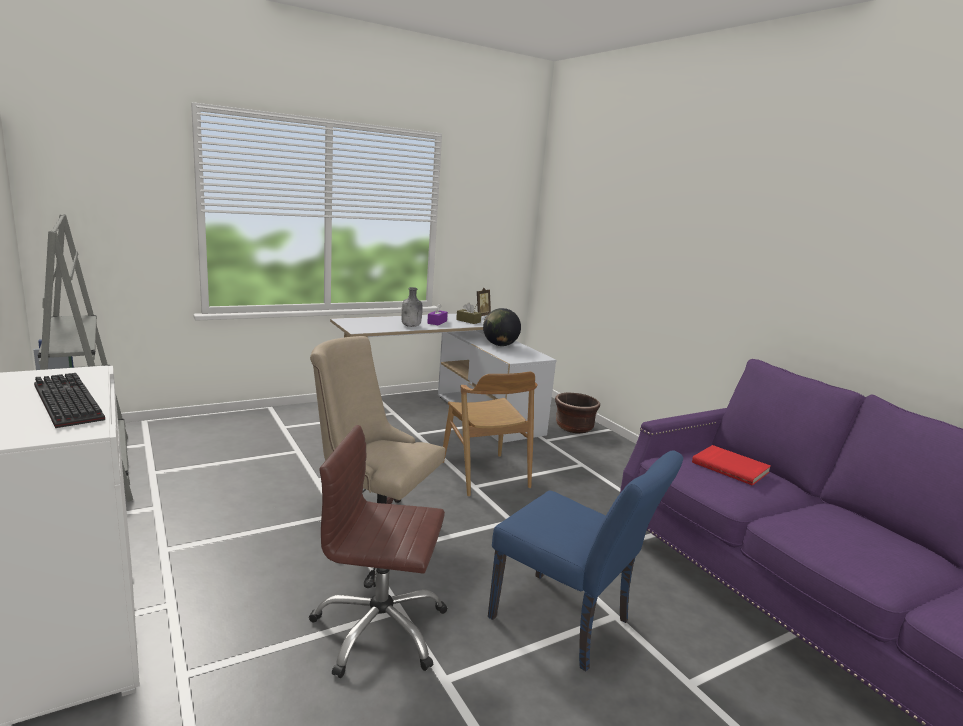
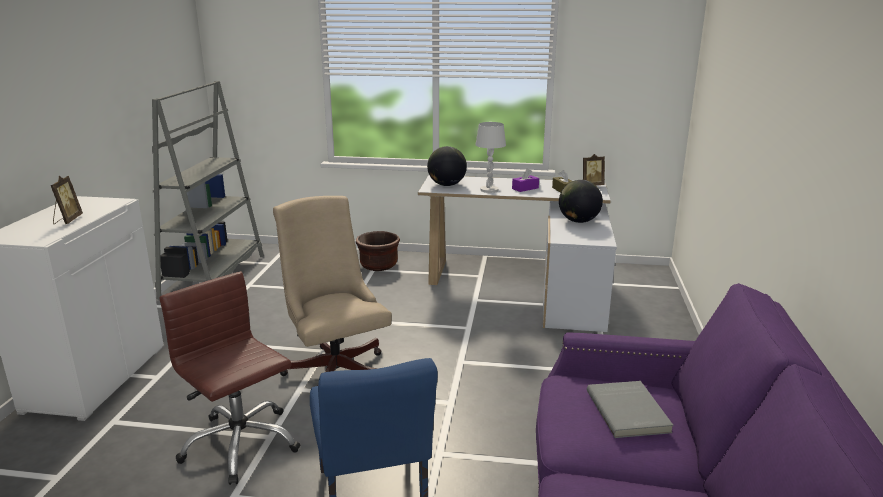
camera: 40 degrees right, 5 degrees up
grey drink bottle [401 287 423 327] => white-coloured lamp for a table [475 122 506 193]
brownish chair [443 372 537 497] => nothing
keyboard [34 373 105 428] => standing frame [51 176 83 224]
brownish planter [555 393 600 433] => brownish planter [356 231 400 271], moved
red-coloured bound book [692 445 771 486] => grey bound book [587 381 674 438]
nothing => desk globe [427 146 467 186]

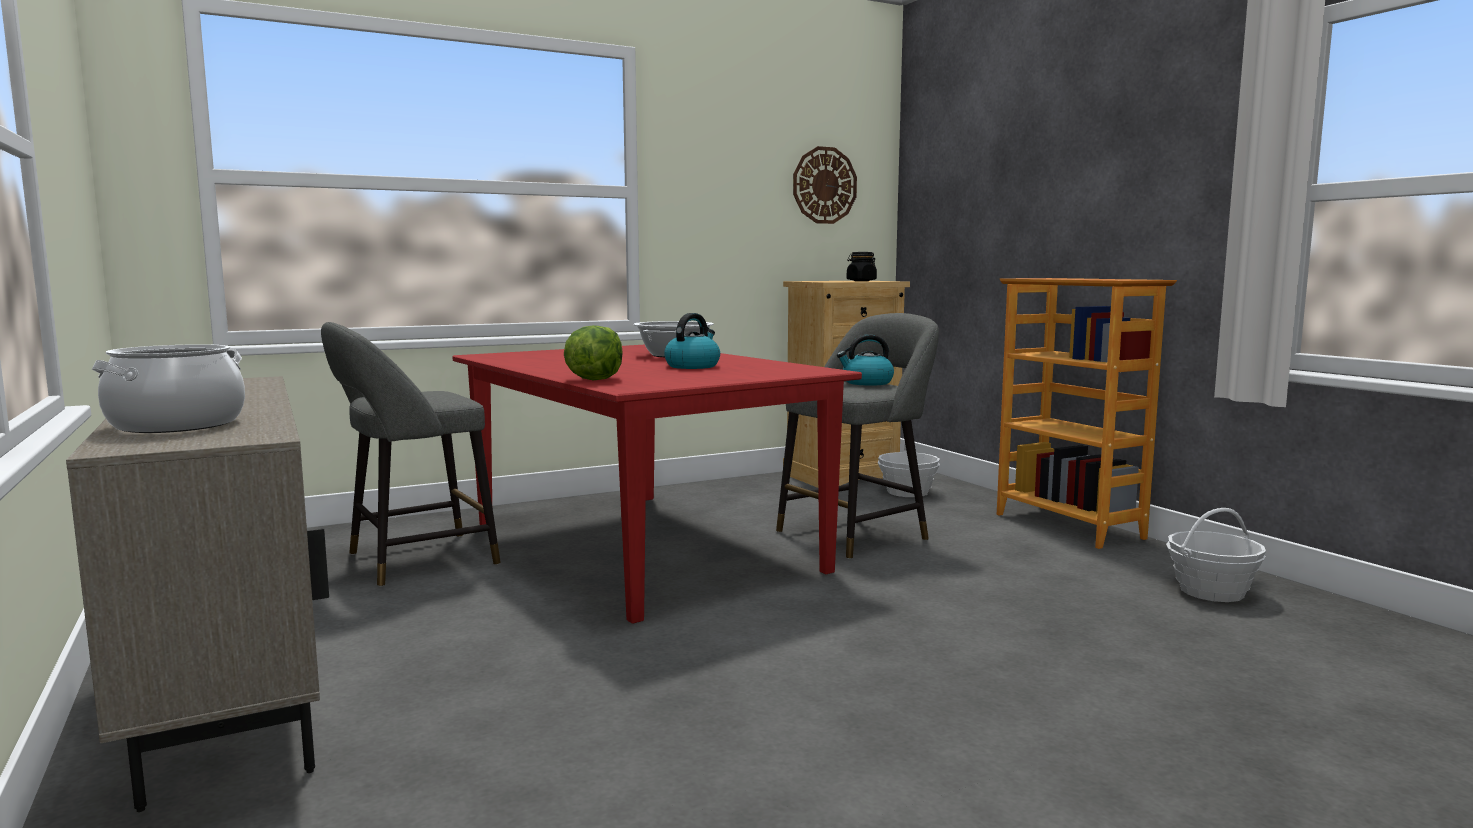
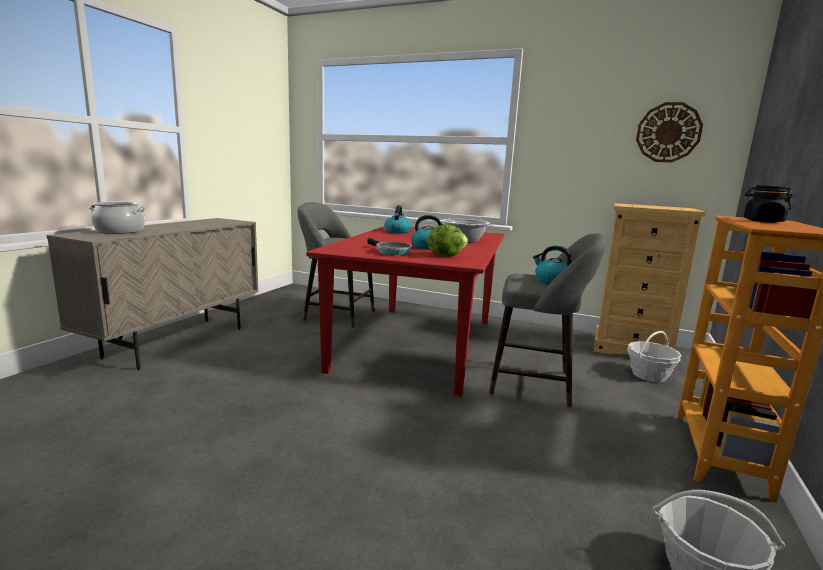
camera: 50 degrees right, 5 degrees up
black jar [847 252 877 281] => black jar [744 185 793 223], moved
lettuce head [564 325 623 380] => lettuce head [427 225 468 257], moved
nothing => kettle [384 205 412 233]
nothing => pan [367 238 412 256]

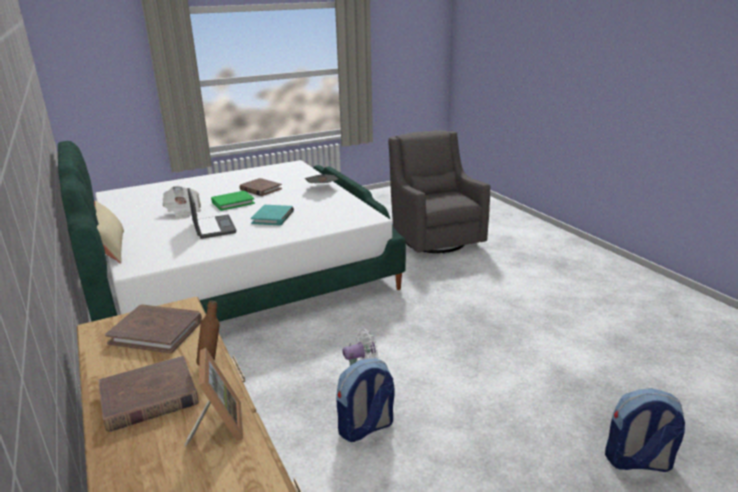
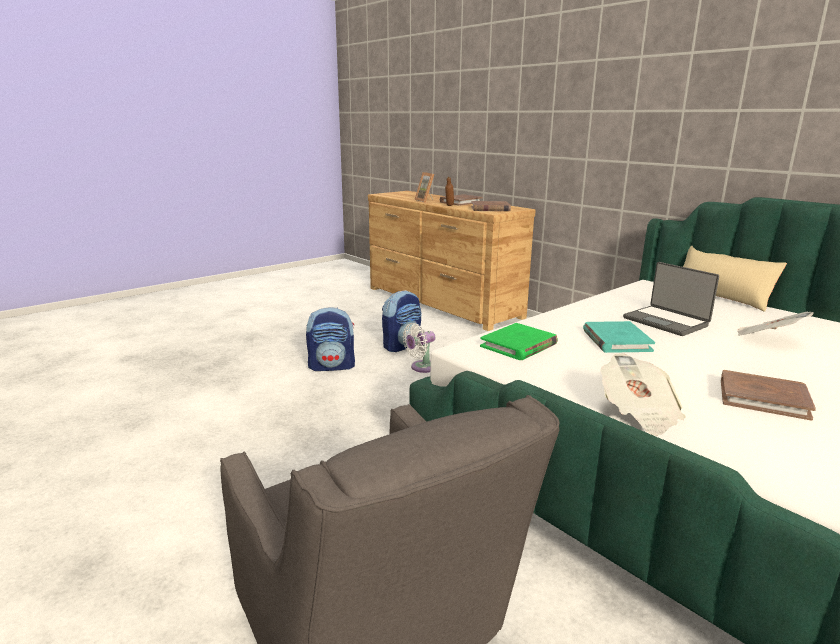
camera: 165 degrees right, 5 degrees down
green-coloured bound book [211 191 255 211] => green-coloured bound book [480 323 558 360], moved
backpack [605 388 685 472] => backpack [306 307 355 371], moved

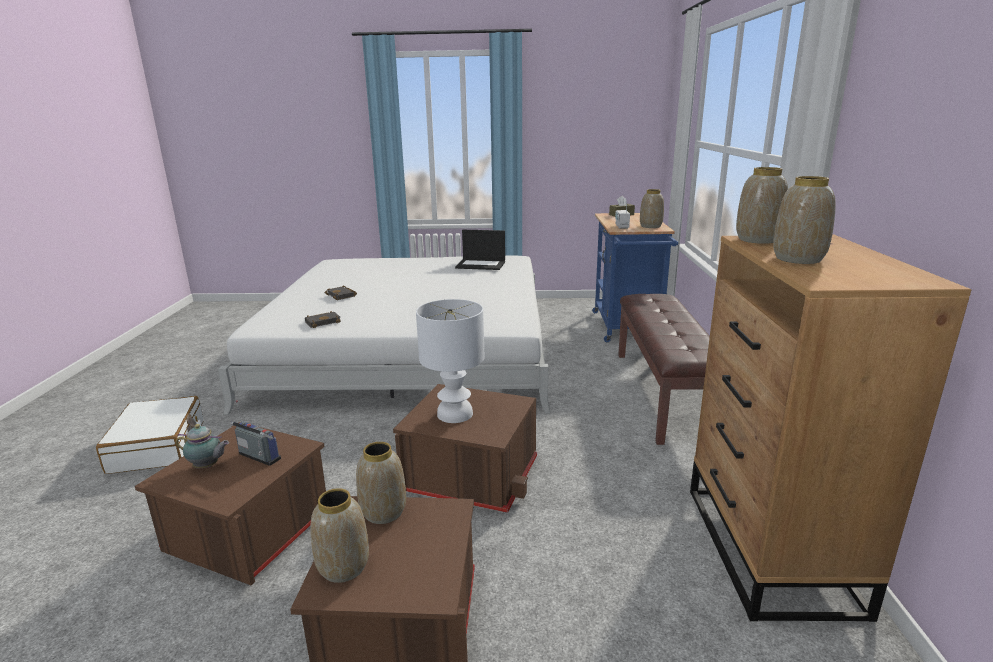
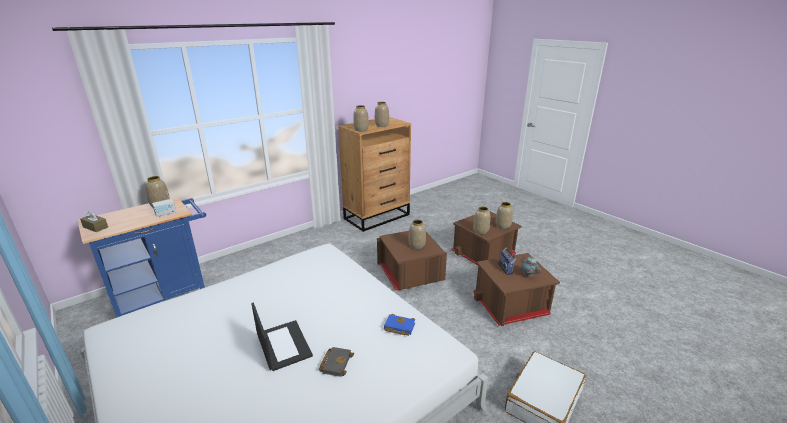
camera: 130 degrees left, 5 degrees up
portable computer [455 230 505 270] => portable computer [251 302 313 371], moved
brownish long seat [618 294 710 445] => nothing
white-coloured lamp for a table [416 299 484 423] => flower vase [409 220 426 249]
black bound book [305 311 341 328] => blue-coloured bound book [384 314 415 336]

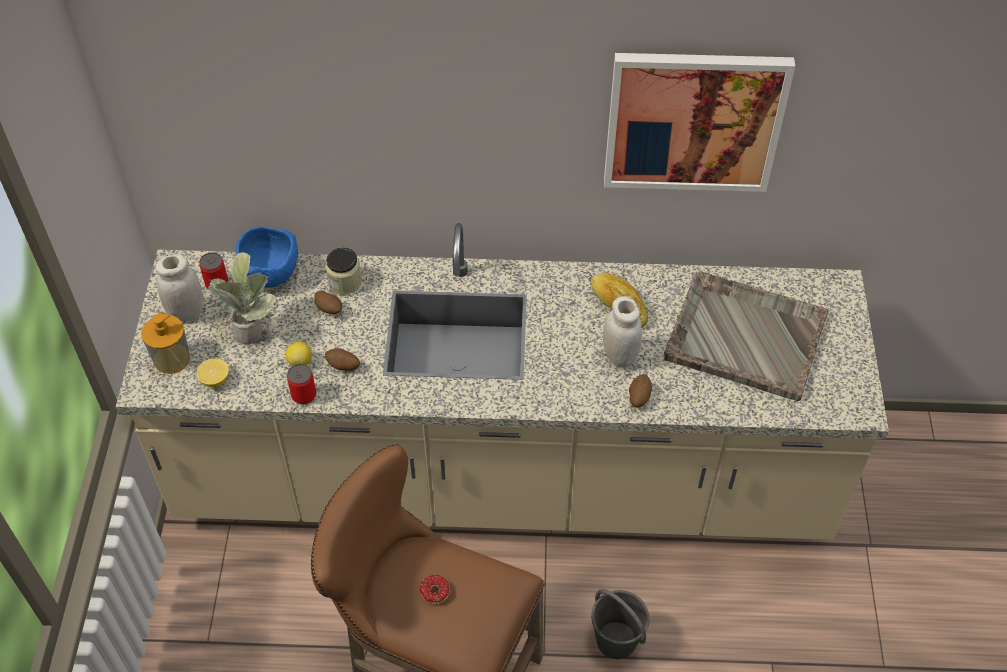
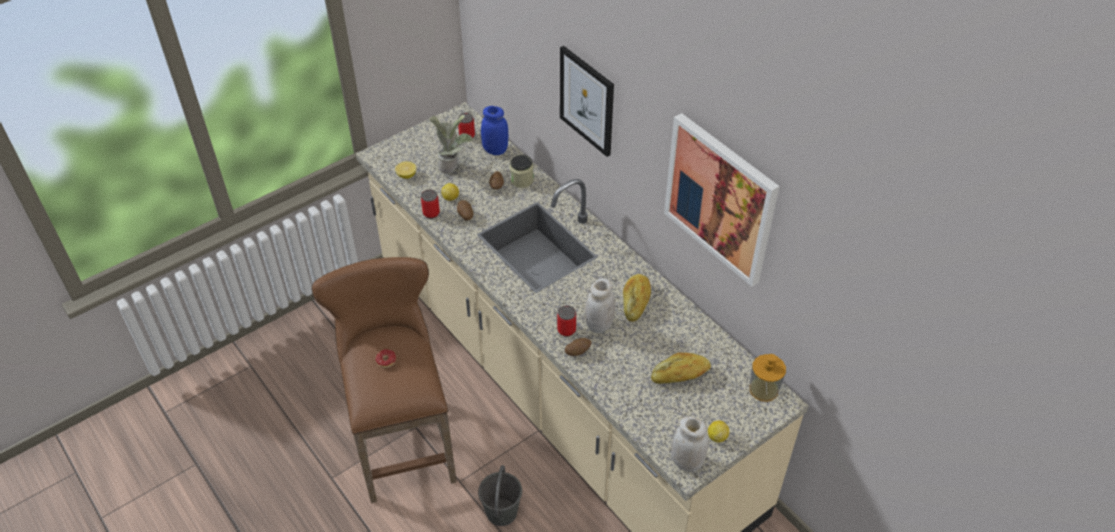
camera: 50 degrees right, 5 degrees down
blue-coloured deep dish [235 227 298 288] => blue-coloured jar [481 106 509 155]
white-coloured jar [156 254 204 321] => white-coloured jar [671 416 709 472], moved
grey carrying tray [664 271 829 401] => baked bread [651 353 711 384]
soap dispenser [141 313 190 374] => soap dispenser [749 354 786 402], moved
nothing => wall art [560 46 614 157]
nothing => sealed can [557 305 576 337]
nothing => citrus fruit [708 420 729 442]

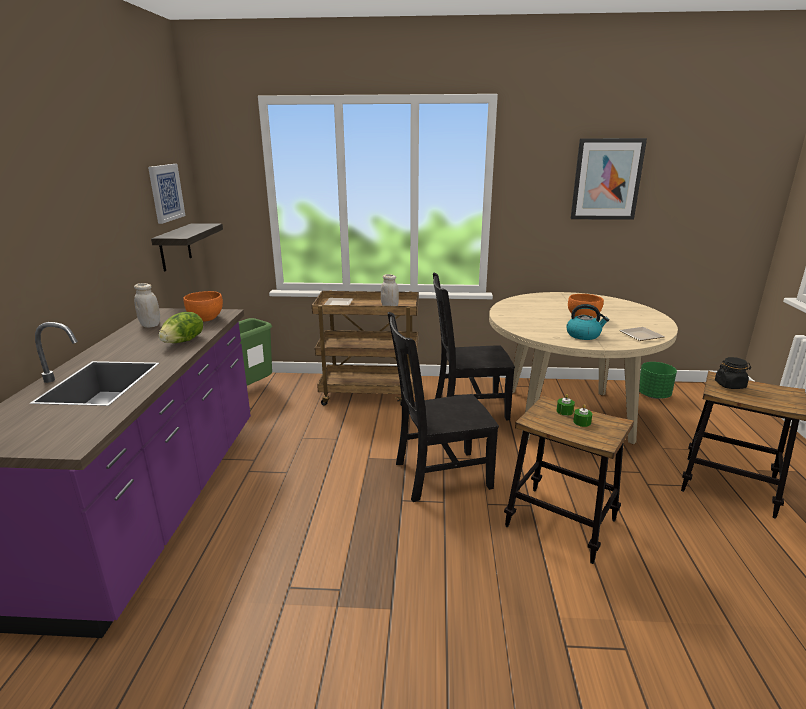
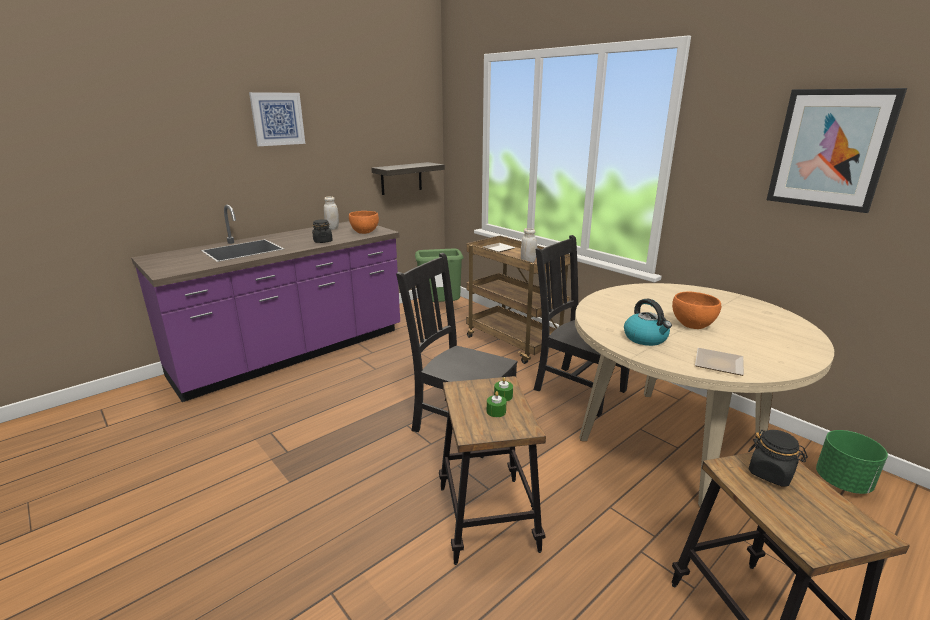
camera: 45 degrees right, 0 degrees up
wall art [148 164 186 224] => wall art [249 92 305 146], moved
lettuce head [159 312 203 343] => black jar [312 220 333 243]

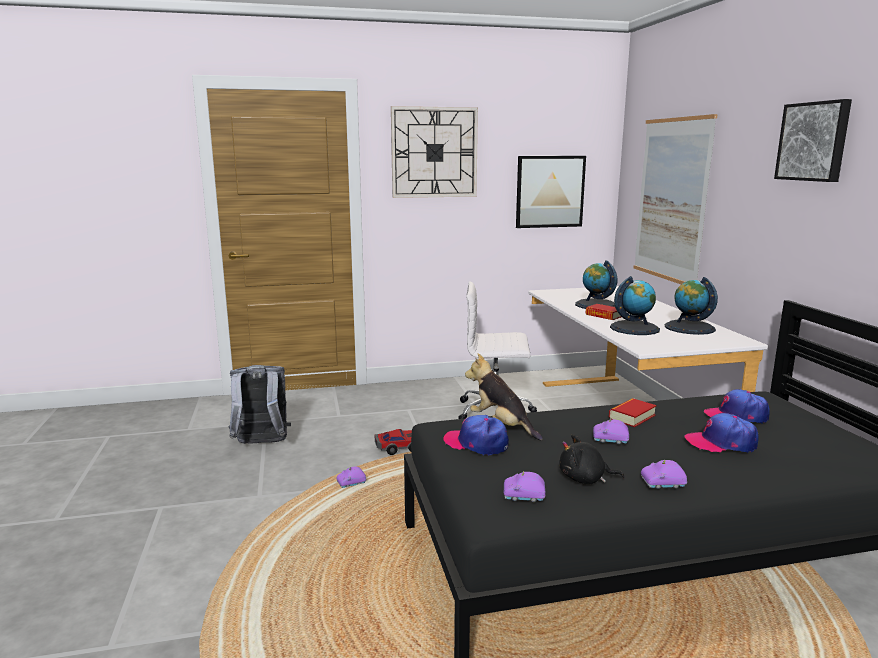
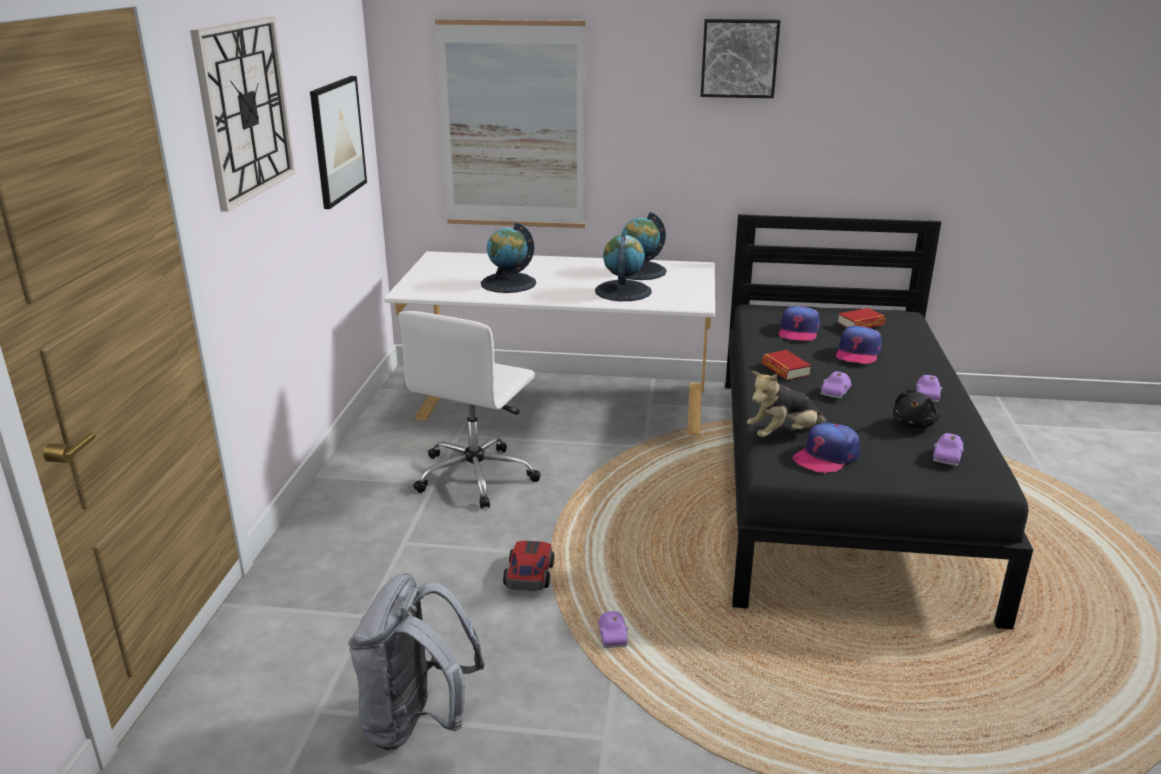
camera: 70 degrees left, 10 degrees up
bound book [585 304 621 320] => bound book [837 308 886 328], moved

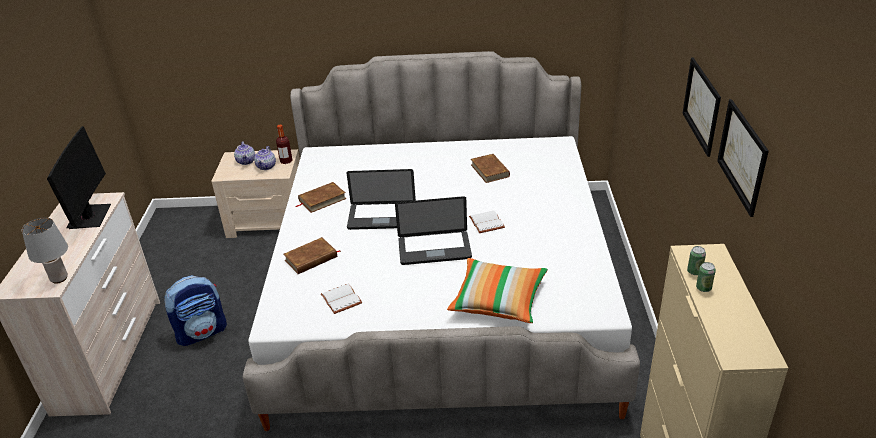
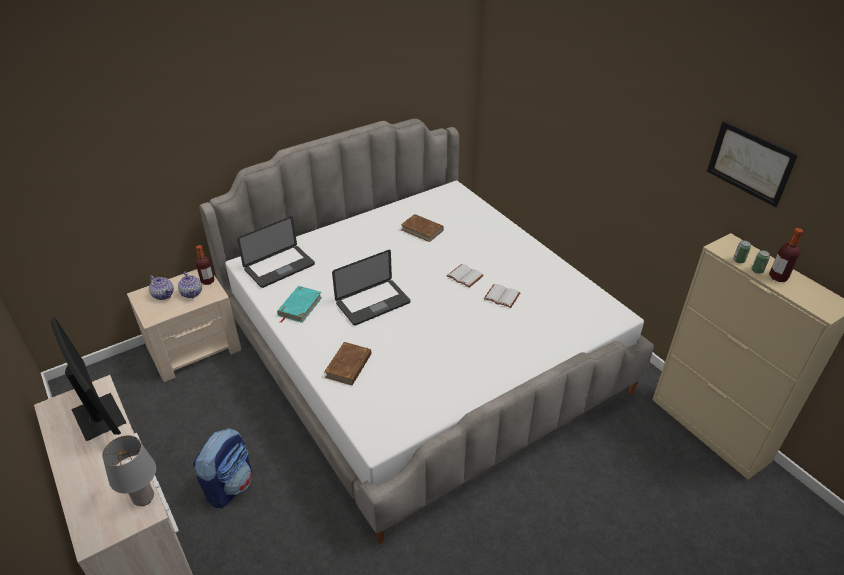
camera: 35 degrees left, 5 degrees up
wall art [682 58 721 157] => nothing
brownish bound book [296 182 346 213] => turquoise bound book [277 286 322 323]
portable computer [395 196 472 265] => portable computer [237 216 315 288], moved
cushion [447 258 548 323] => nothing
white-coloured bound book [321 284 362 314] => white-coloured bound book [484 284 520 308], moved
nothing => drink bottle [769 228 803 282]

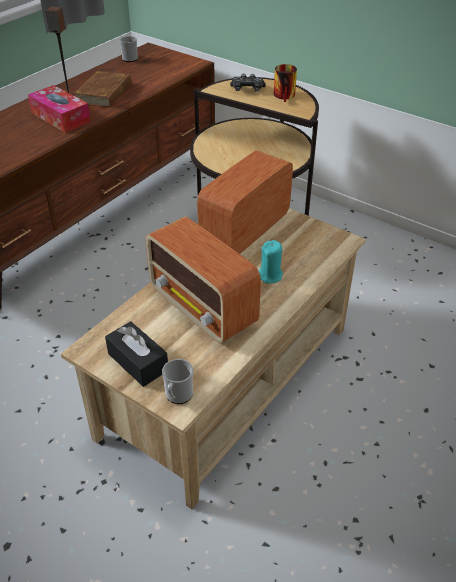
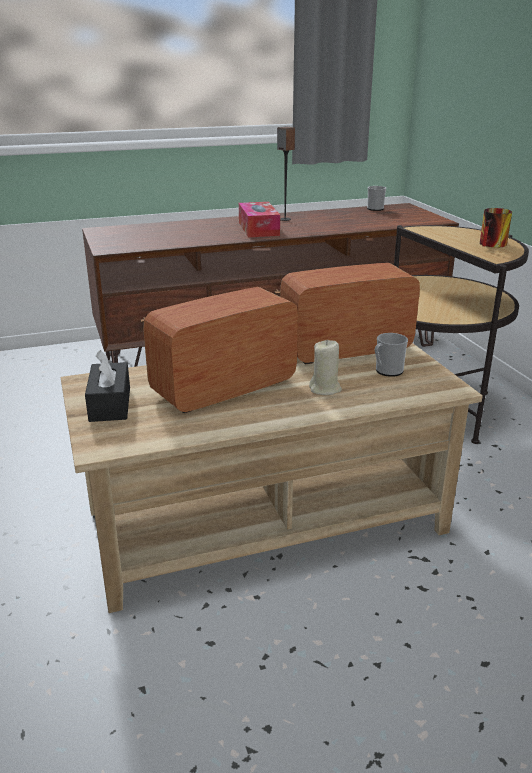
camera: 35 degrees right, 15 degrees down
brownish bound book [74 71 131 107] => nothing
joypad [230 74 266 92] => nothing
radio set [145 217 261 343] => radio set [143 287 298 414], 60 degrees clockwise
turquoise candle [259 240 283 284] => sand-coloured candle [309 340 342 395]
mug [162 359 193 404] => mug [375 333 408 377], moved

